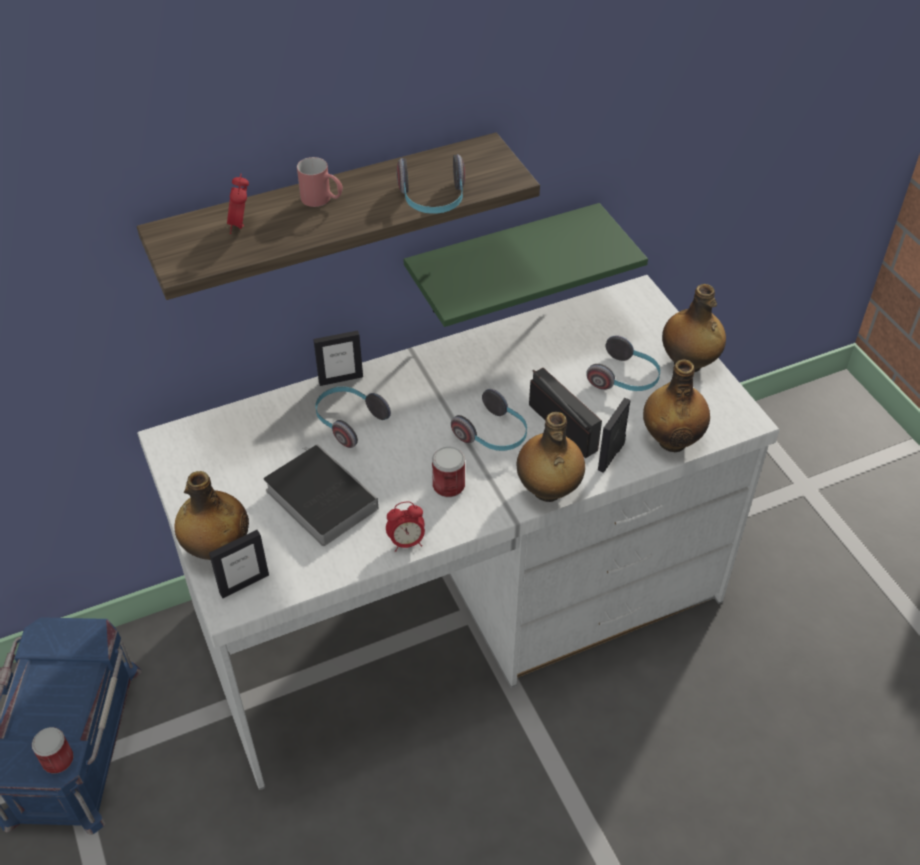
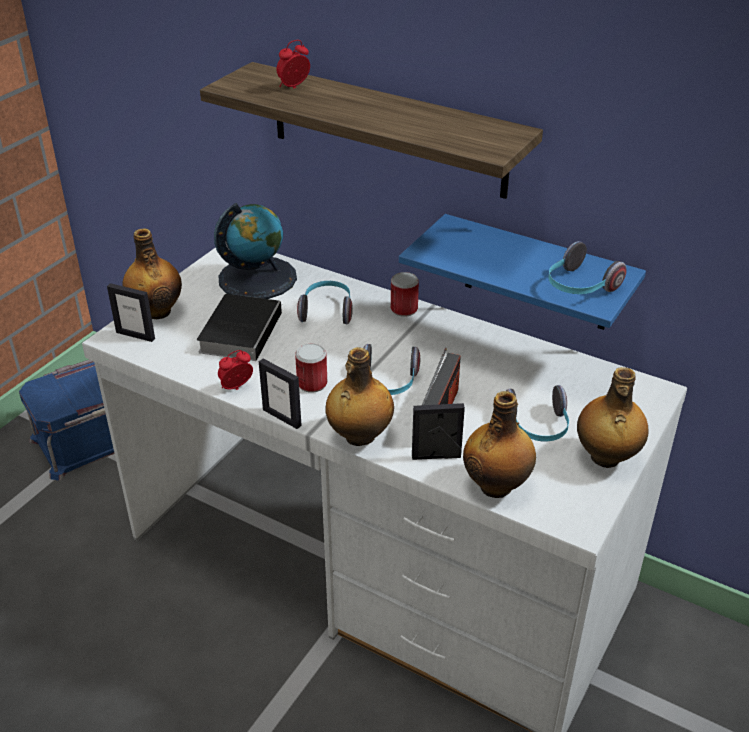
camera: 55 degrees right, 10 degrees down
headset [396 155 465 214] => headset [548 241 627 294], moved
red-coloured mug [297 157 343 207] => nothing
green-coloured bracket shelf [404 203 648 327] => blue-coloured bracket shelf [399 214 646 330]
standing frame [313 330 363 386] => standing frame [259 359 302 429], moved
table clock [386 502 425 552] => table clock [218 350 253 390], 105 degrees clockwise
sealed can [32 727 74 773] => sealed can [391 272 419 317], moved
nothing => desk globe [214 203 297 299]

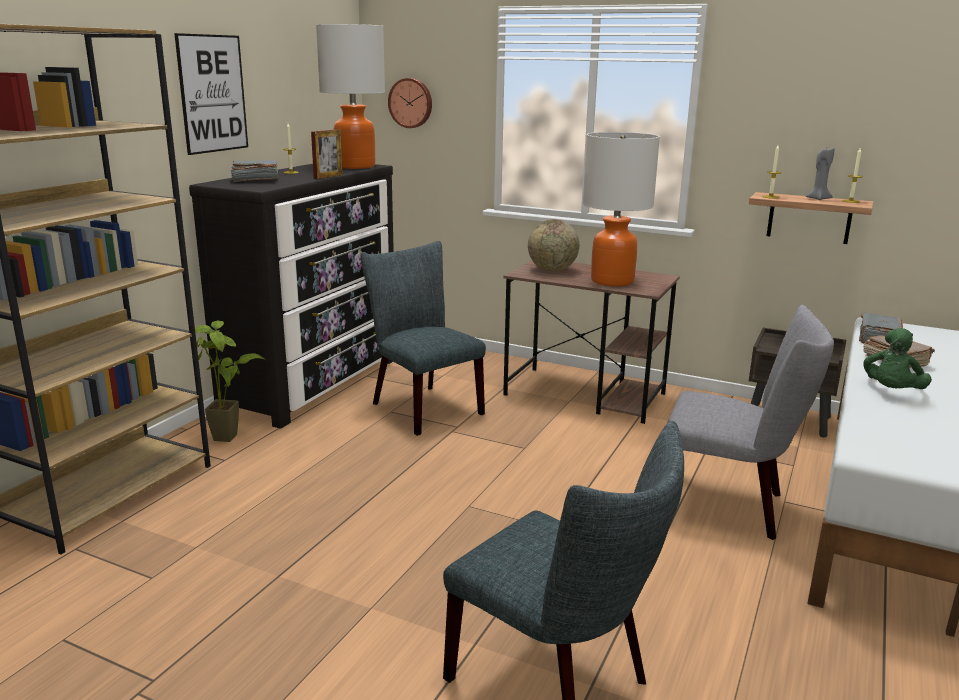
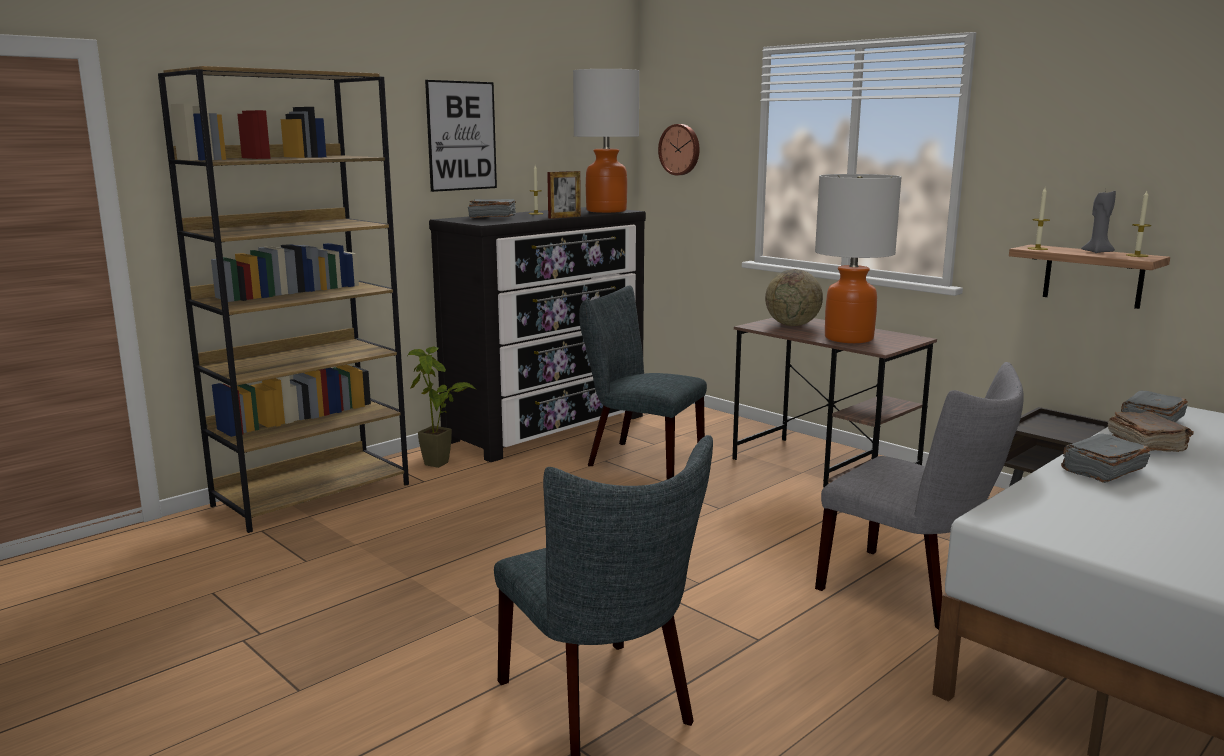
camera: 20 degrees right, 5 degrees down
grey chair [360 241 486 436] => grey chair [579 286 707 479], 45 degrees counterclockwise
green-coloured plush toy [864 328 932 389] => grey bound book [1061 434 1151 483]

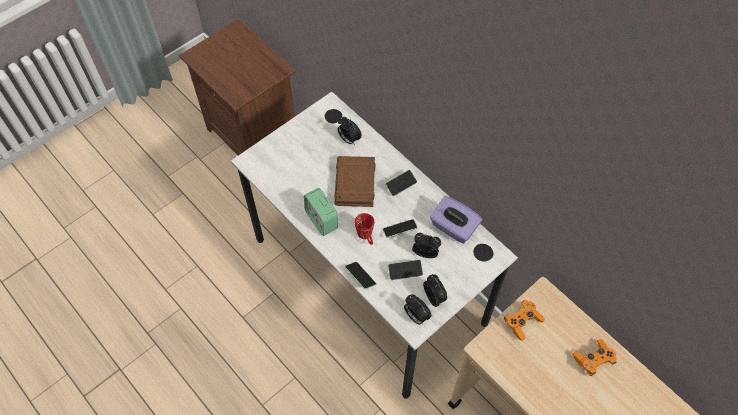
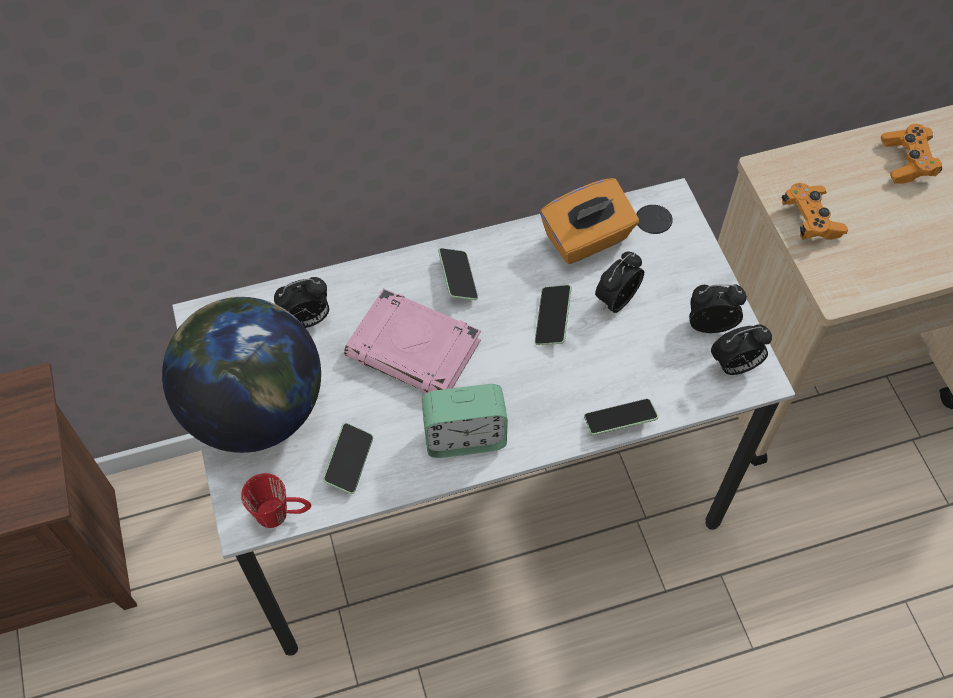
camera: 65 degrees left, 0 degrees up
brownish bound book [334 156 375 207] => pinkish bound book [344 288 481 393]
purple-coloured box of tissues [430 196 482 244] => orangey box of tissues [540 178 639 264]
red-coloured mug [355 213 375 245] => red-coloured mug [241 473 311 528], moved
handset [388 259 423 280] => handset [323 423 373 494], moved
nothing => desk globe [162 297 321 453]

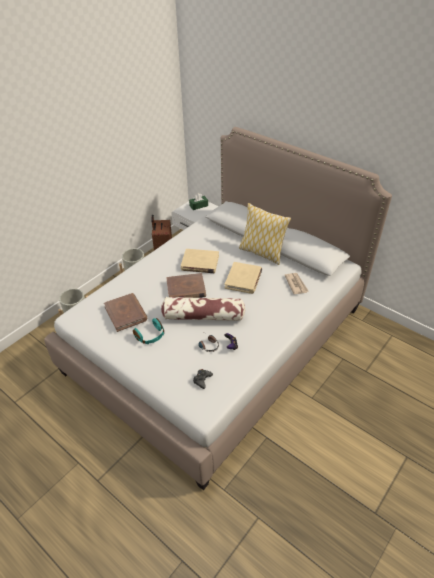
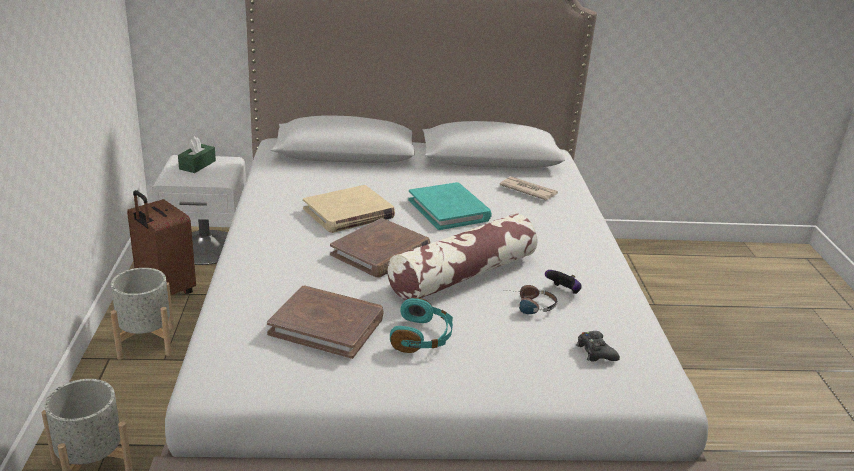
camera: 45 degrees left, 15 degrees down
cushion [239 203 291 265] => nothing
sand-coloured bound book [225 262 262 294] => turquoise bound book [408 182 492 230]

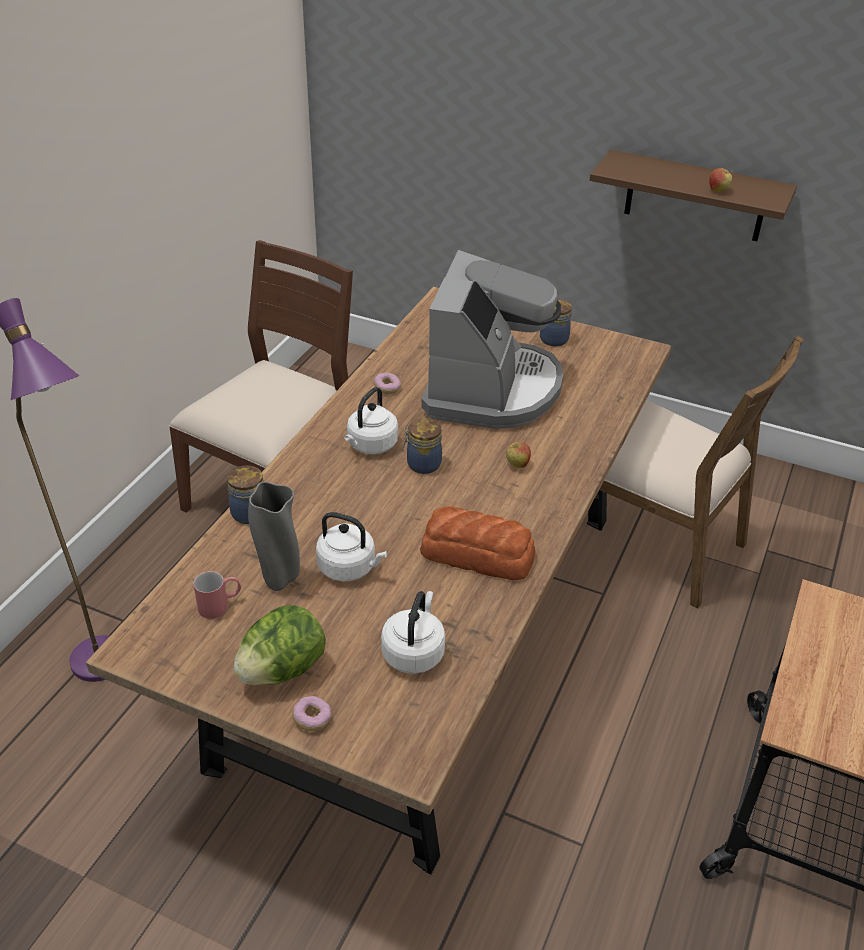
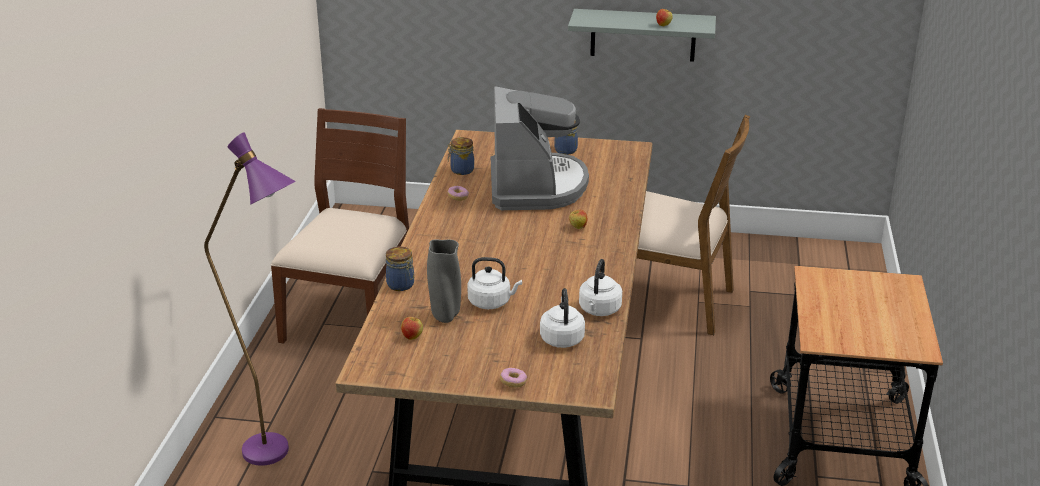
camera: 15 degrees left, 10 degrees down
brownish bracket shelf [590 150 797 241] => grey bracket shelf [568 9 716 62]
white-coloured kettle [344 387 398 454] => white-coloured kettle [579 259 622 316], moved
jar [403 418 442 474] => jar [448 137 474 175], moved
baked bread [420 506 535 580] => nothing
red-coloured mug [193 571 241 619] => apple fruit [401 316 423 340]
lettuce head [233 605 326 685] => nothing

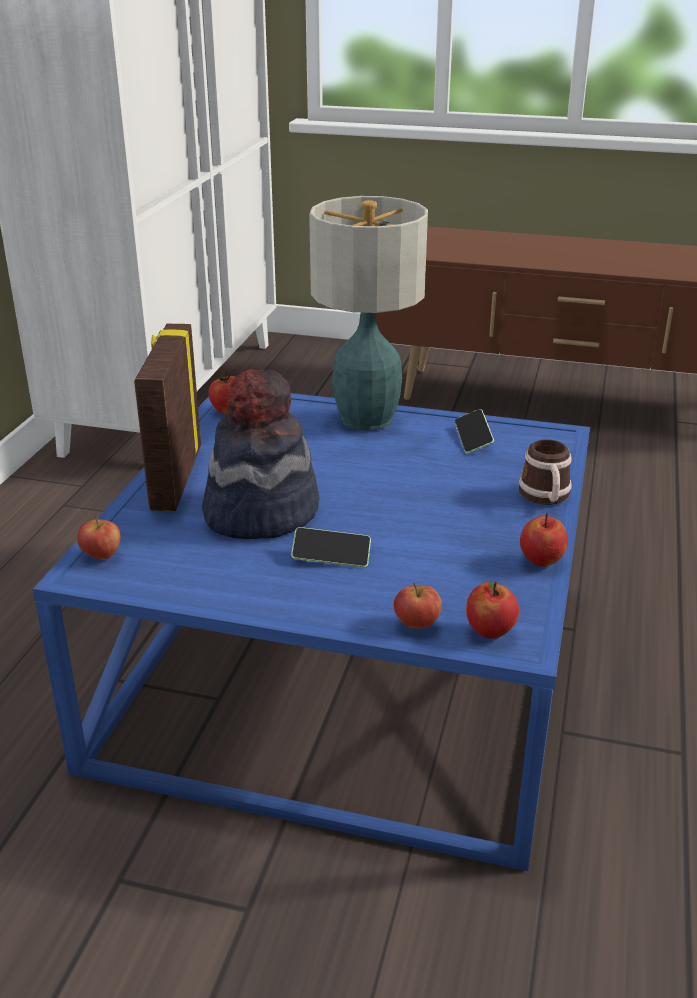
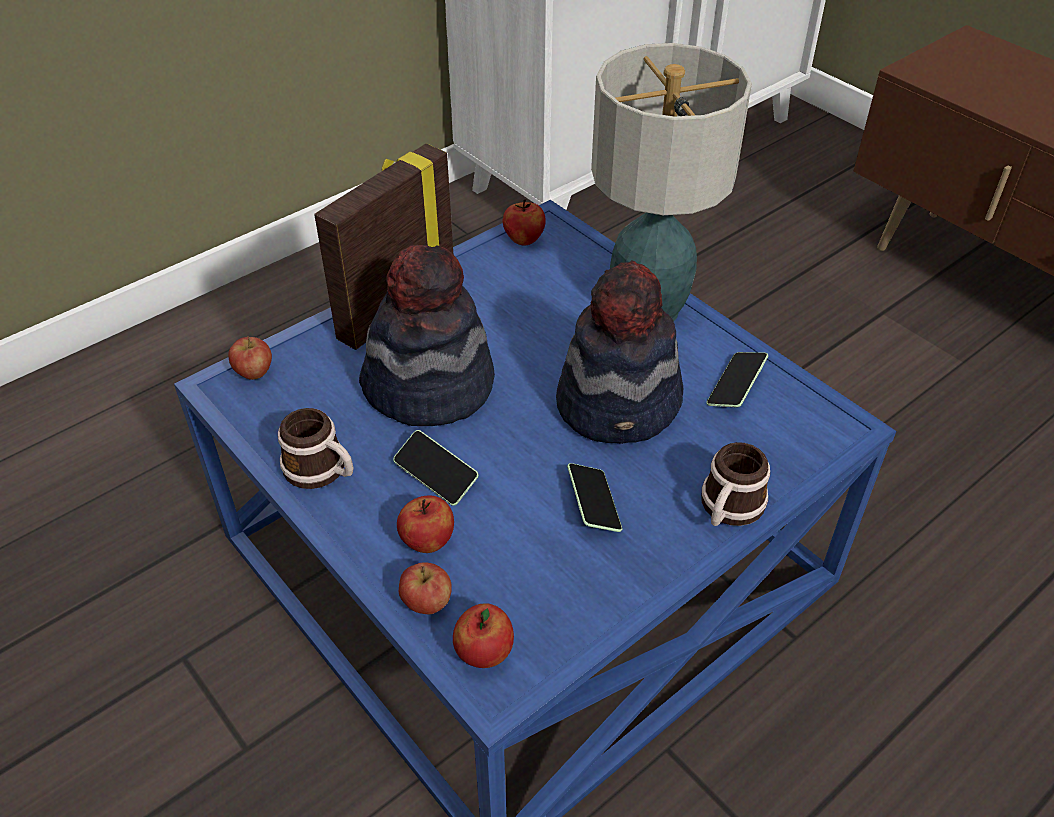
camera: 35 degrees right, 15 degrees up
apple fruit [520 513 568 567] => apple fruit [397 495 454 553], moved
nothing => hat [556 260 683 444]
nothing => mug [278 408 354 489]
nothing => handset [567 463 622 532]

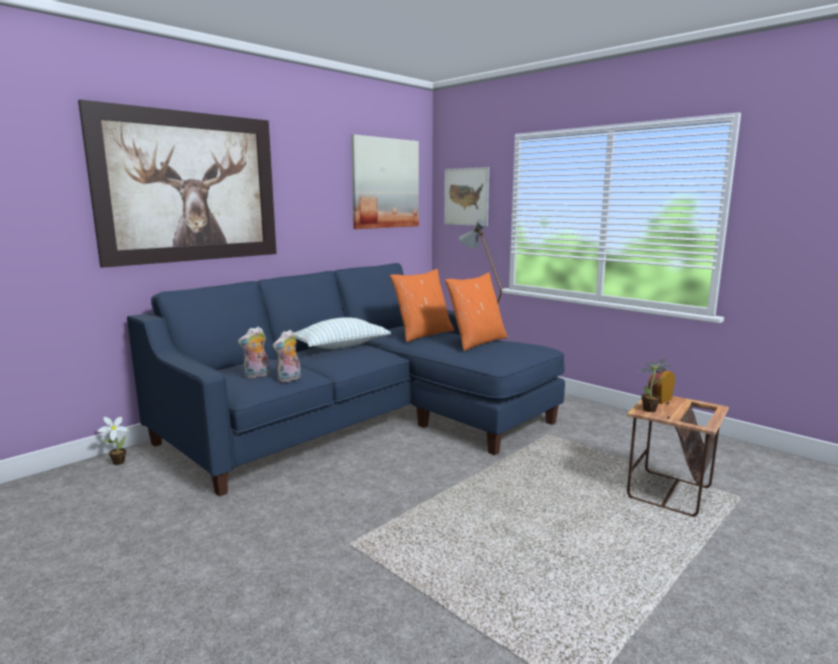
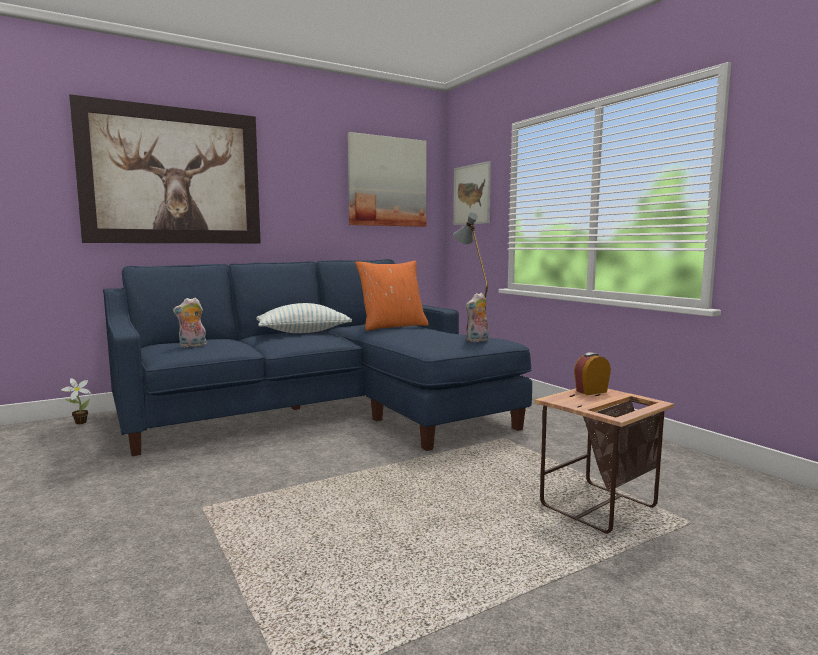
camera: 15 degrees right, 5 degrees down
orangey cushion [445 273 507 351] => nothing
plush toy [273 330 301 383] => plush toy [466 293 489 342], moved
plant in a pot [638 359 670 412] => nothing

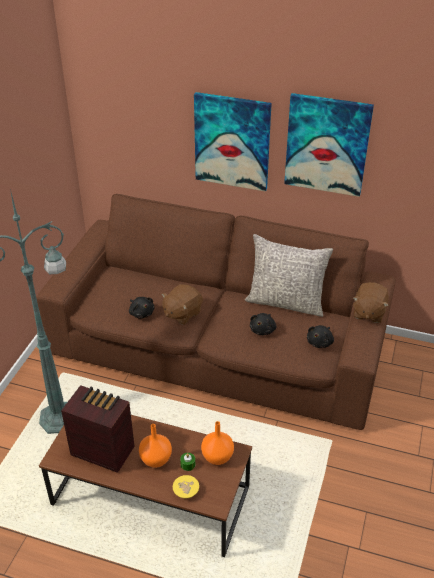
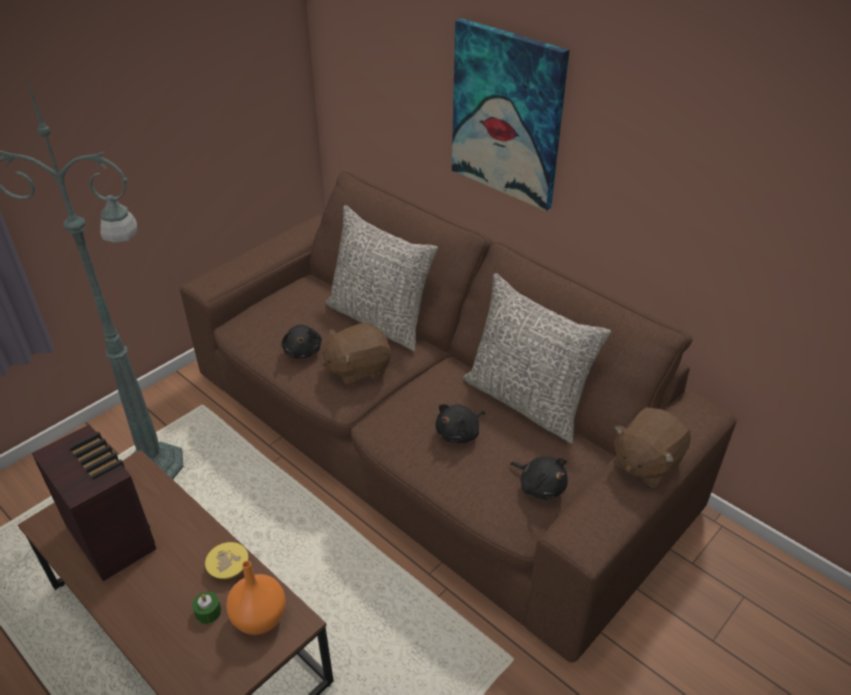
camera: 25 degrees right, 0 degrees up
wall art [284 93 374 197] => nothing
black plush toy [307 325 334 348] => black plush toy [510 457 568 500], 105 degrees counterclockwise
orangey flower vase [139 424 172 468] => nothing
yellow deep dish [173 475 199 498] => yellow deep dish [205 542 248 579], moved
nothing => grey cushion [326 205 438 351]

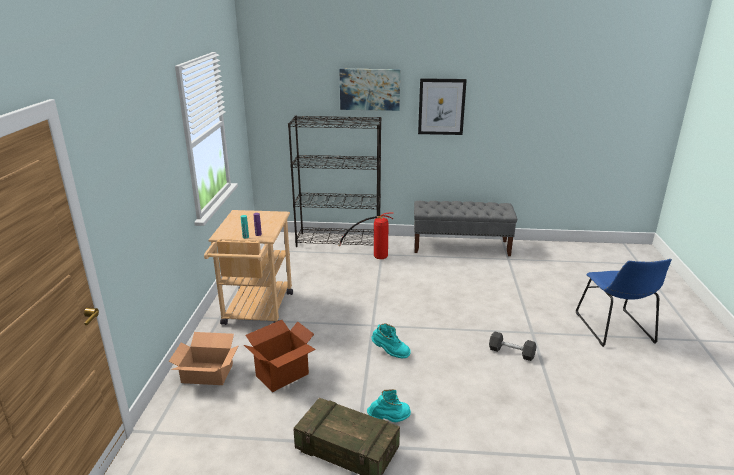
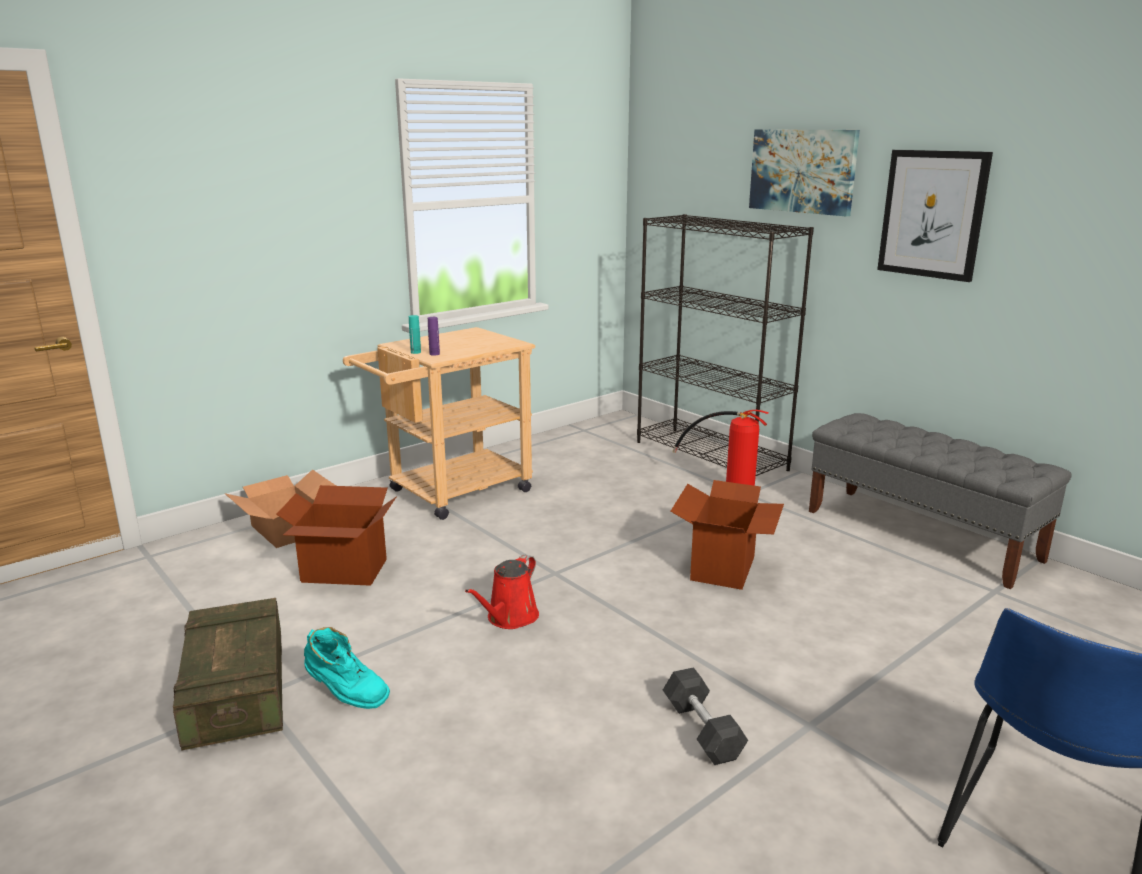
camera: 45 degrees right, 5 degrees down
turquoise high-top boot [371 323 411 358] => red-coloured watering can [465 555 539 629]
nothing => cardboard box [670 480 784 590]

